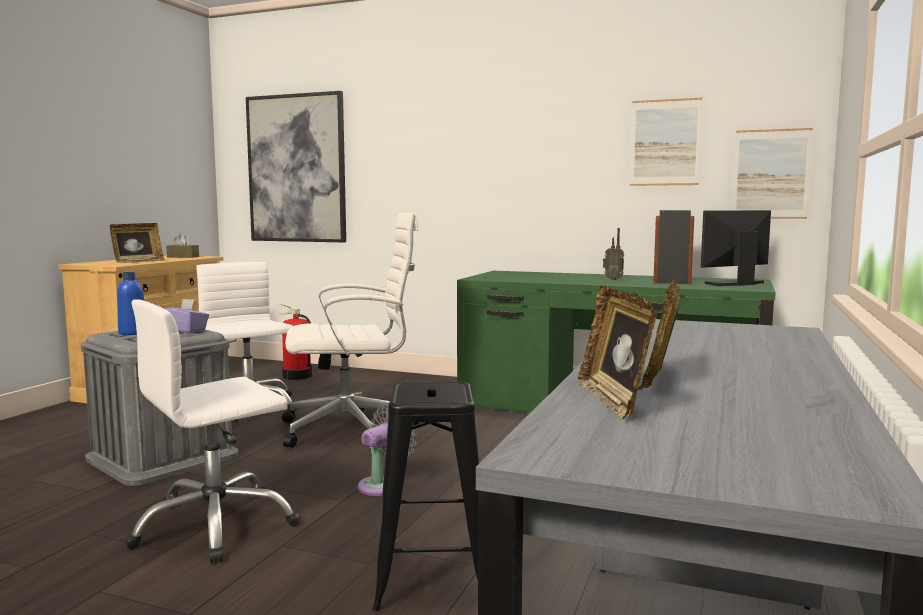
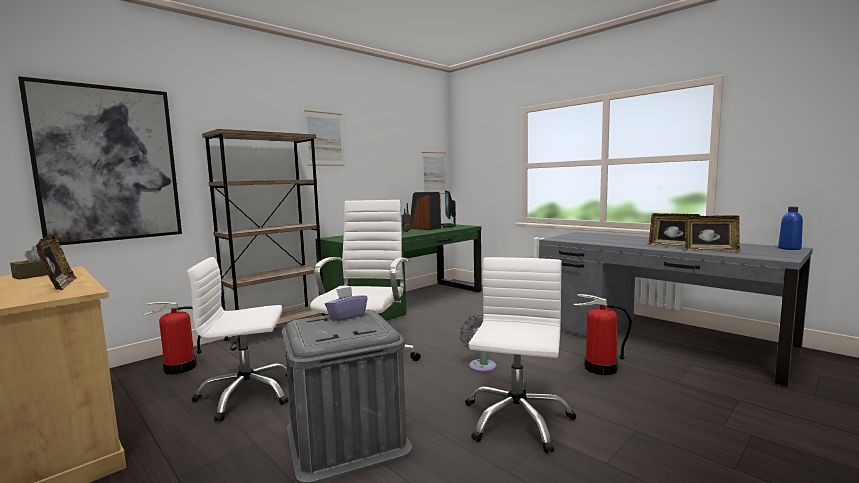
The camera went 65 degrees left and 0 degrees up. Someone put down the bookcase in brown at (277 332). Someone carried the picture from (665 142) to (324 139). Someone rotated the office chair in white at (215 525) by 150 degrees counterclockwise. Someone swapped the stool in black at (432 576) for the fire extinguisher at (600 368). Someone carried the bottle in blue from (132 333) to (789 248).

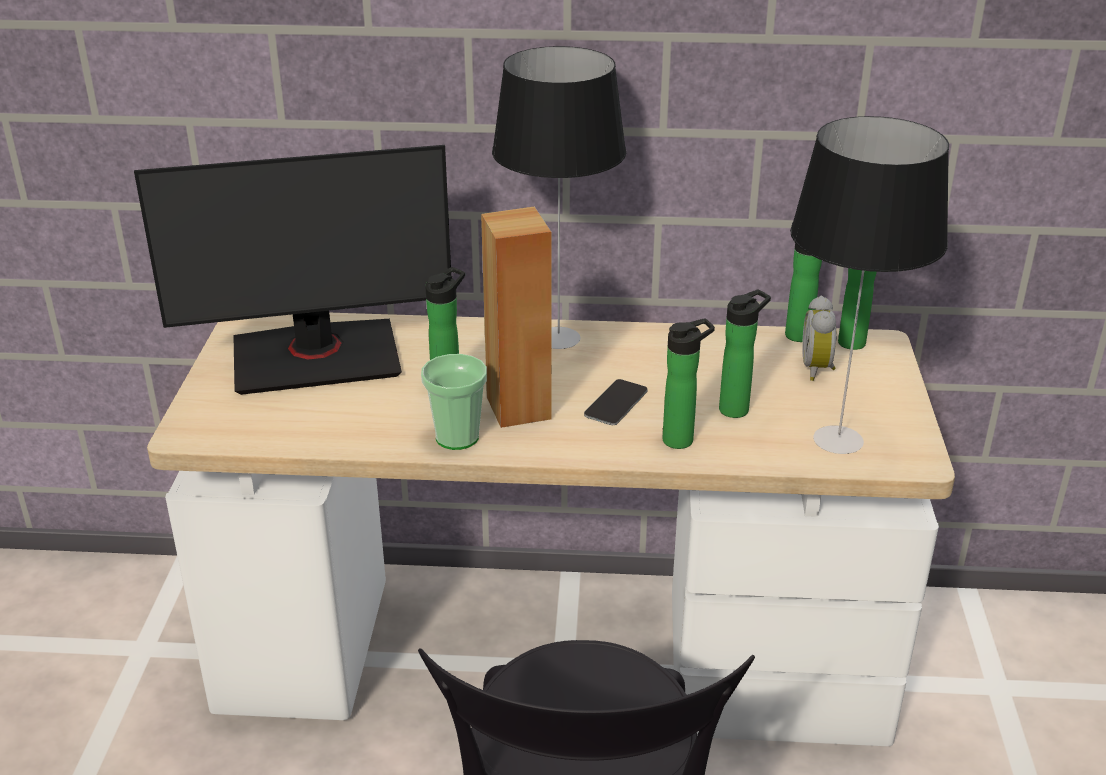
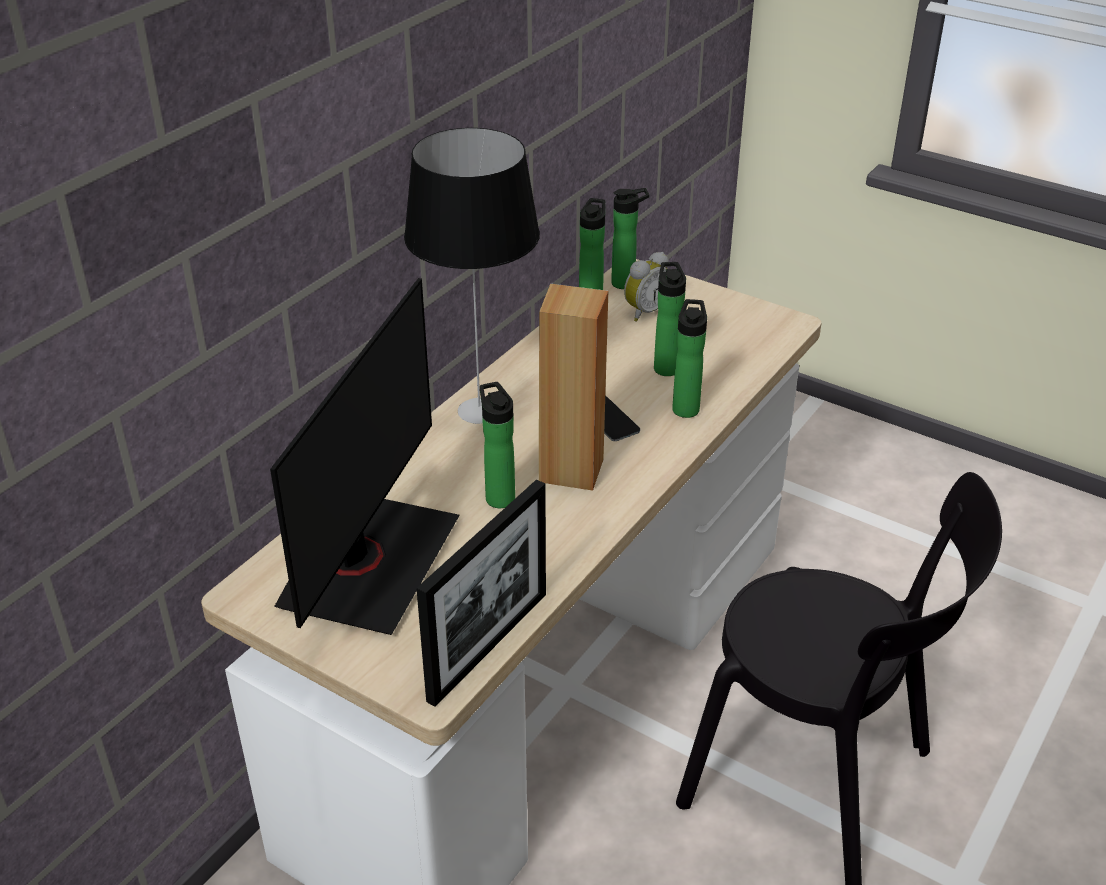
The camera went 60 degrees left and 5 degrees up. Someone put down the picture frame at (488 646). Someone rotated the alarm clock at (818 369) by 75 degrees counterclockwise. Someone took away the cup at (457 437). Someone took away the table lamp at (839 441).

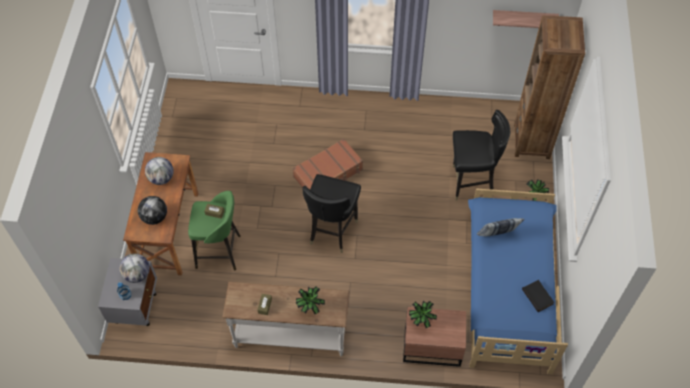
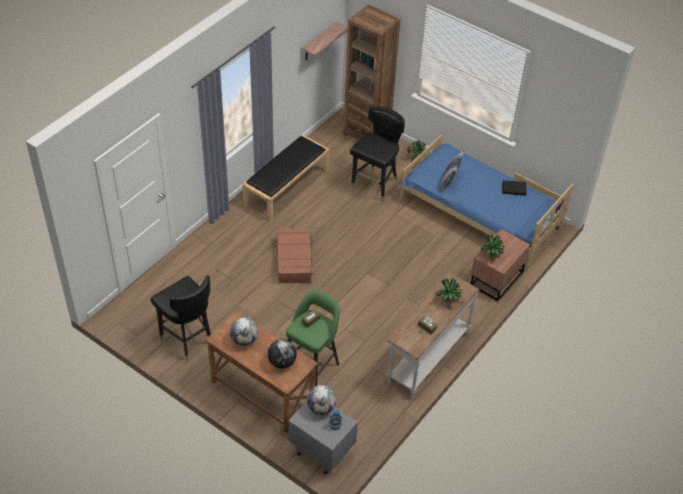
The camera went 60 degrees left and 10 degrees down. Someone carried the chair in black from (332 231) to (187 339). Someone put down the bench in black at (286 187).

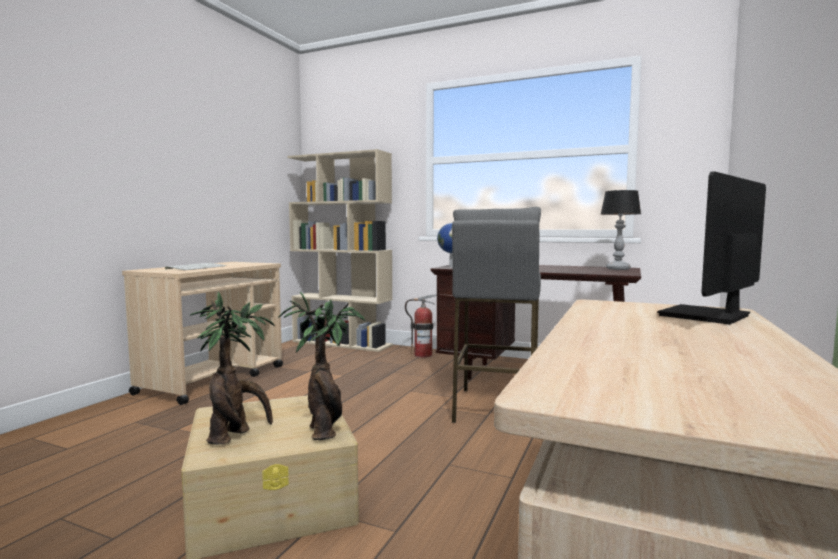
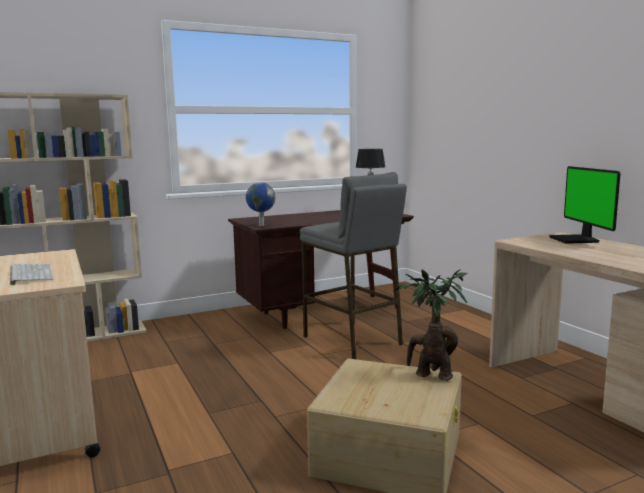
The camera went 50 degrees left and 5 degrees up. Someone took away the potted plant at (236 435). Someone took away the fire extinguisher at (423 355).

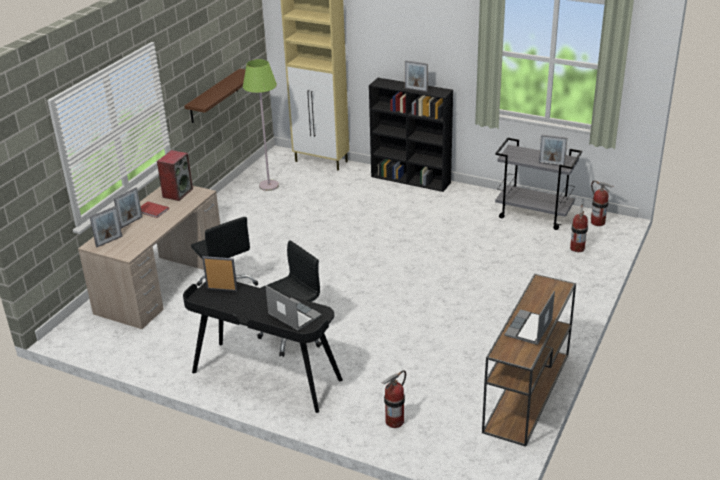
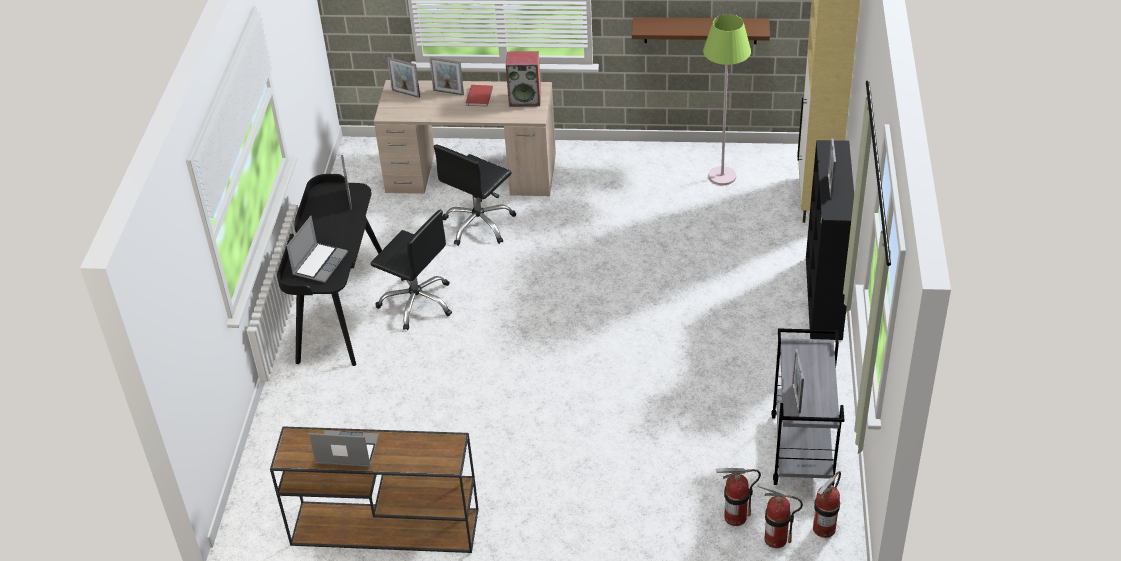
The camera went 70 degrees right and 10 degrees up. Someone carried the fire extinguisher from (394 421) to (775 539).

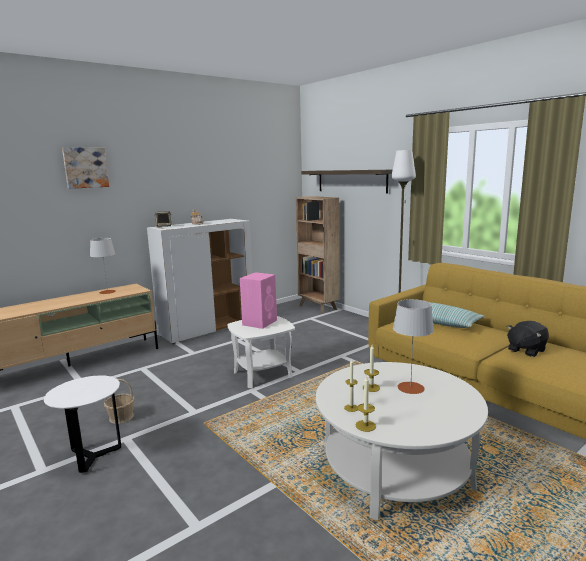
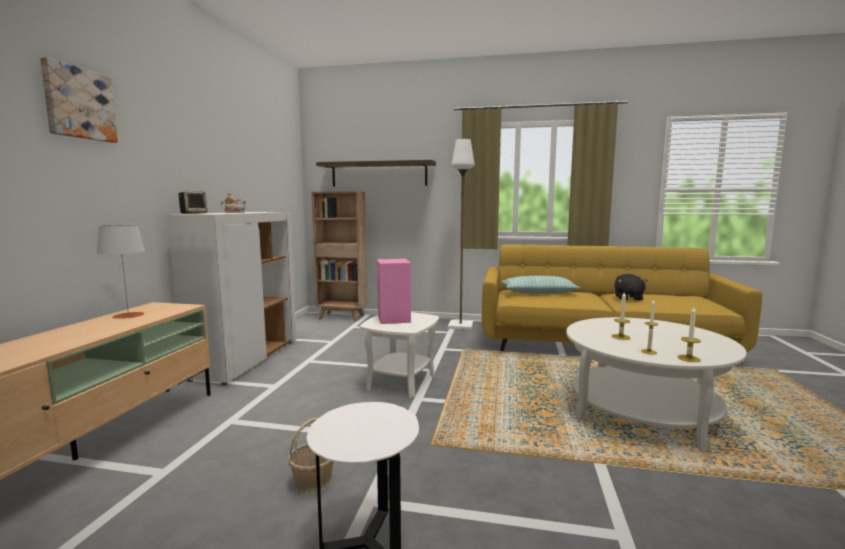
The camera went 40 degrees left and 5 degrees down. Someone took away the table lamp in grey at (410 388).

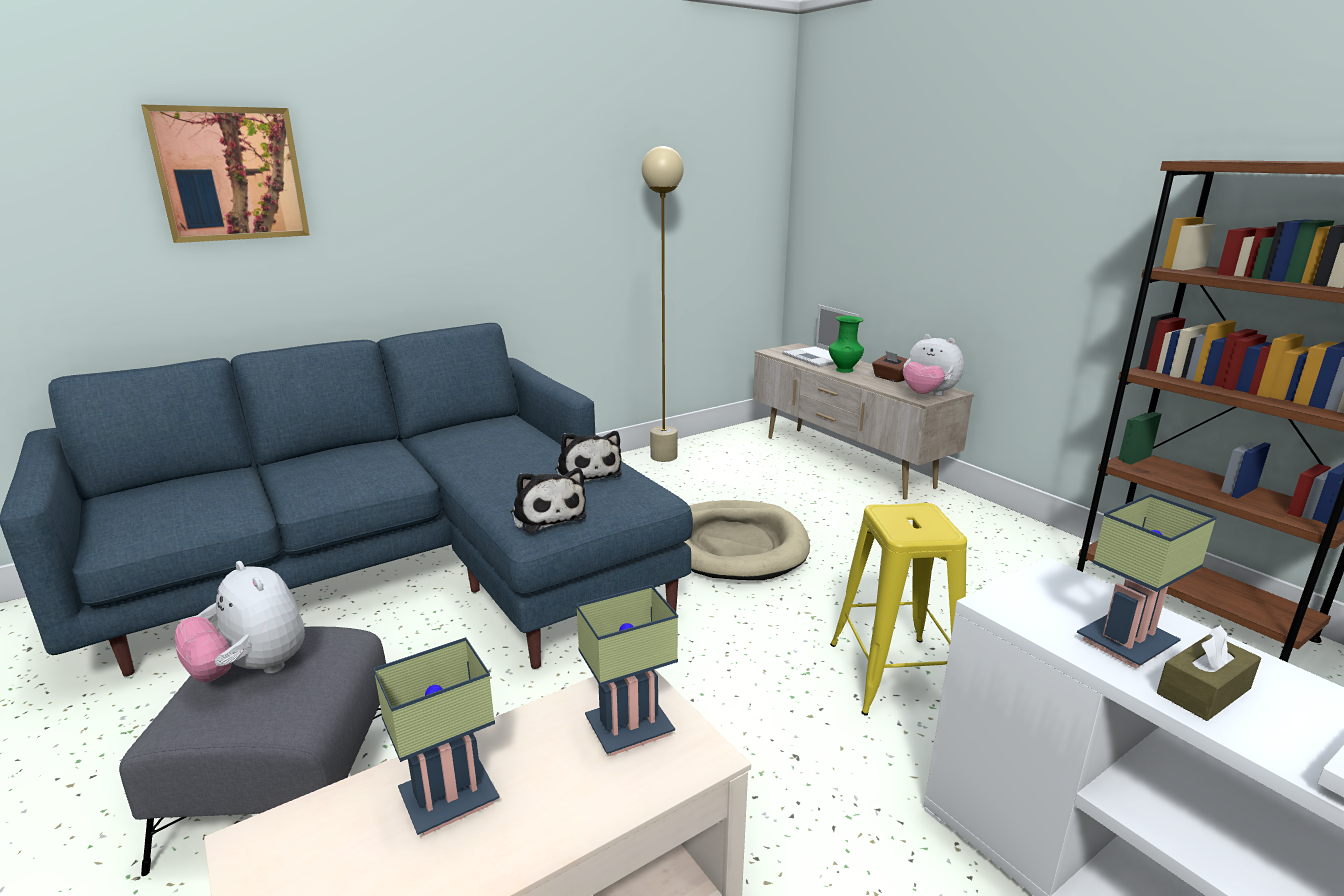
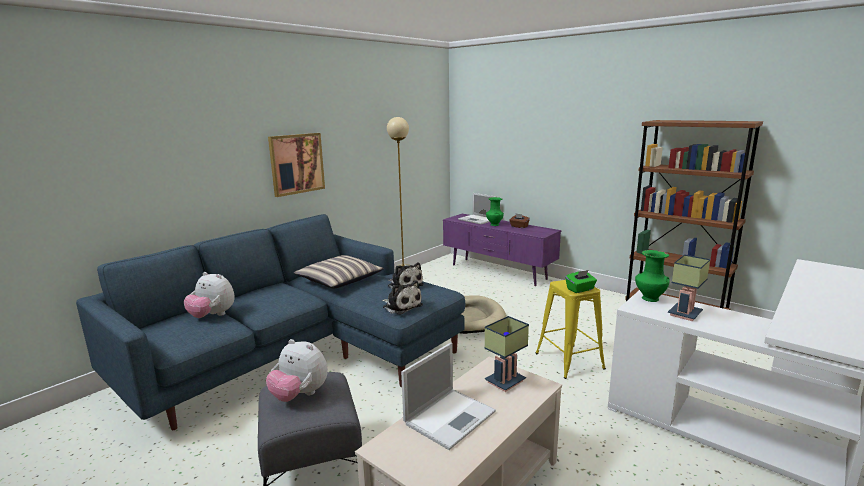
The camera went 15 degrees left and 5 degrees down. Someone carried the plush toy from (928 395) to (212 316). Someone carried the picture from (230 174) to (296 163). Someone put down the pillow at (339 280). Someone swapped the table lamp at (451 795) for the laptop at (450 417). Someone repainted the tv stand in beige at (845 461), which became the tv stand in purple at (497 272). Someone put down the tissue box in green at (580 289). Someone put down the vase in green at (649 298). Someone took away the tissue box in brown at (1203 691).

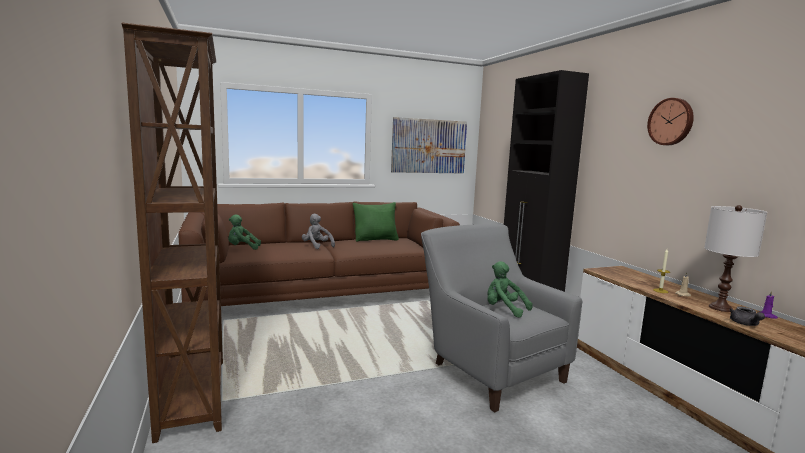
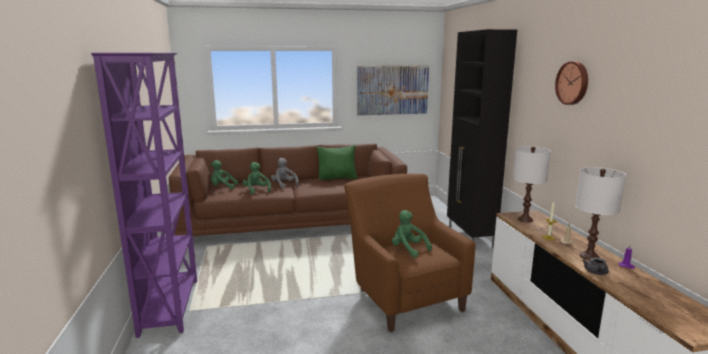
The camera went 10 degrees right and 5 degrees up. Someone repainted the bookcase in brown at (194 396), which became the bookcase in purple at (171 306). Someone put down the plush toy in green at (256 190). Someone repainted the armchair in grey at (487 368), which became the armchair in brown at (402 295). Someone put down the table lamp in white at (525 219).

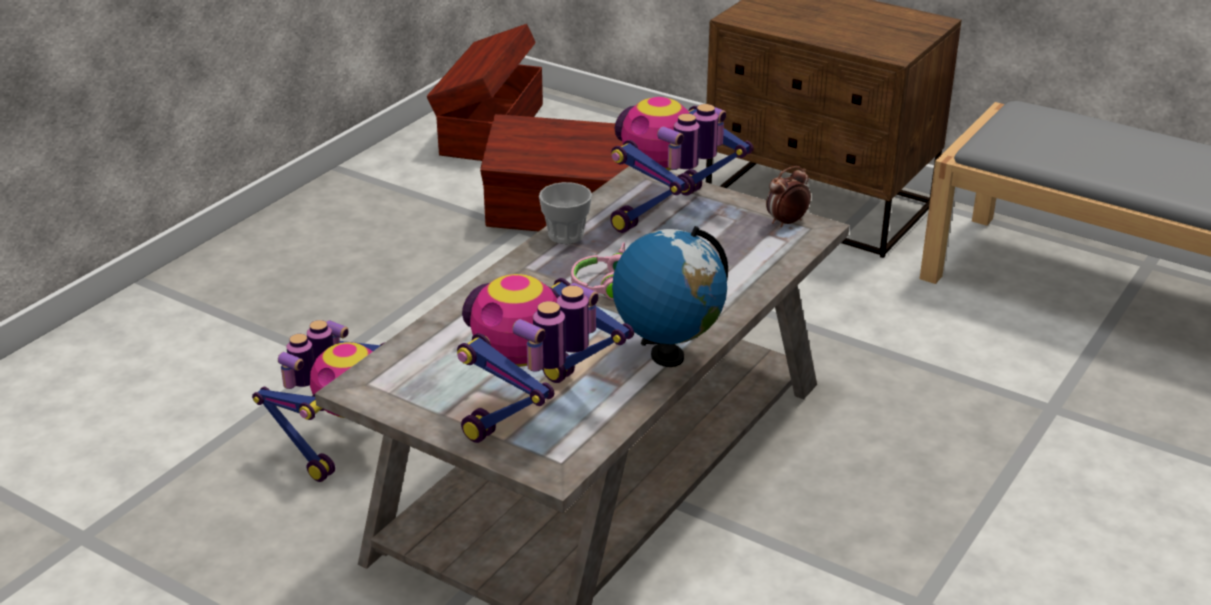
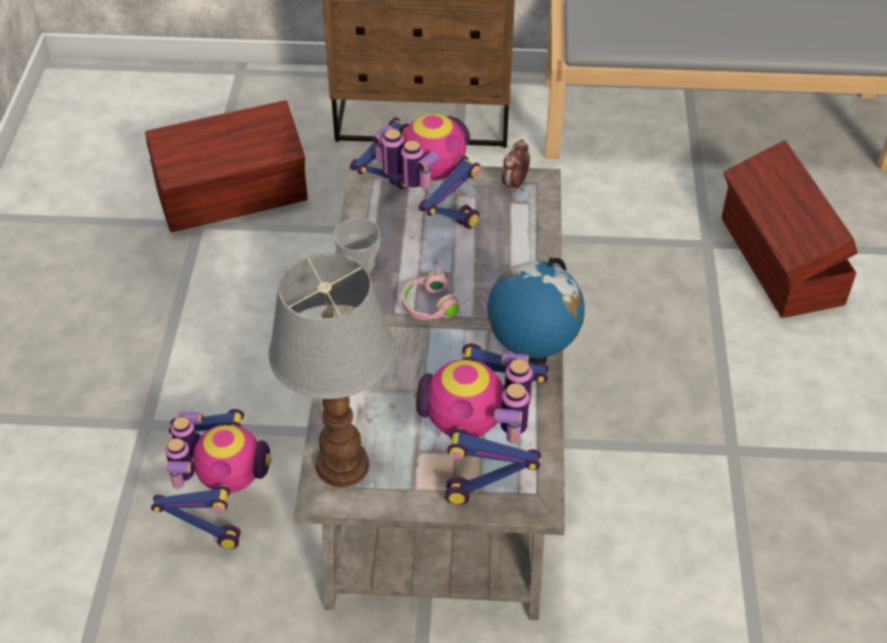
The camera went 30 degrees left and 15 degrees up. Someone put down the table lamp at (343 463). Someone rotated the toy robot at (669 216) by 120 degrees clockwise. Someone carried the storage box in brown from (489 130) to (779 262).

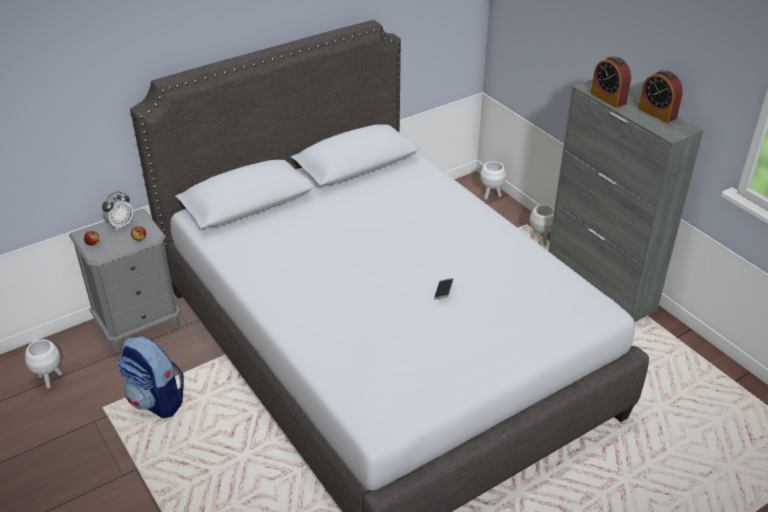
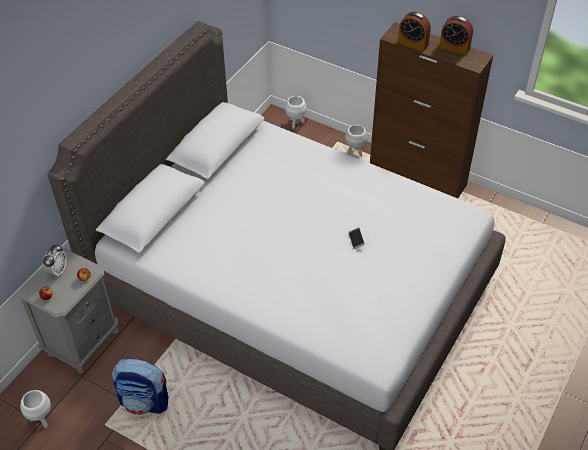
The camera went 25 degrees left and 10 degrees up. Someone repainted the cabinet in grey at (600 285), which became the cabinet in brown at (418 177).

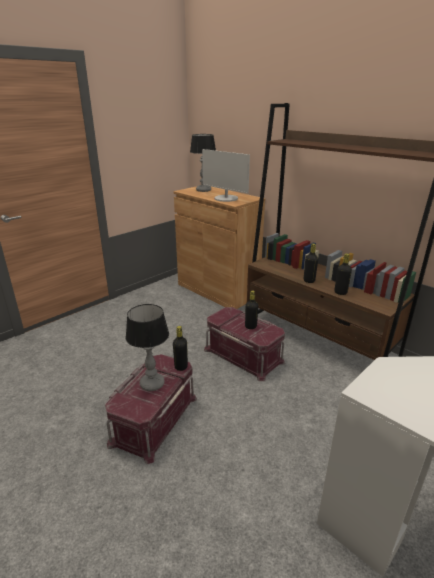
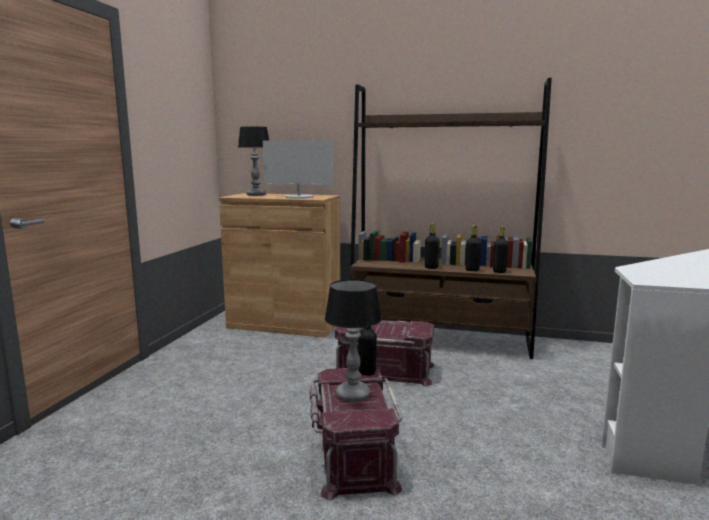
The camera went 30 degrees left and 15 degrees down. Someone carried the bottle in black from (250 326) to (499 271).

